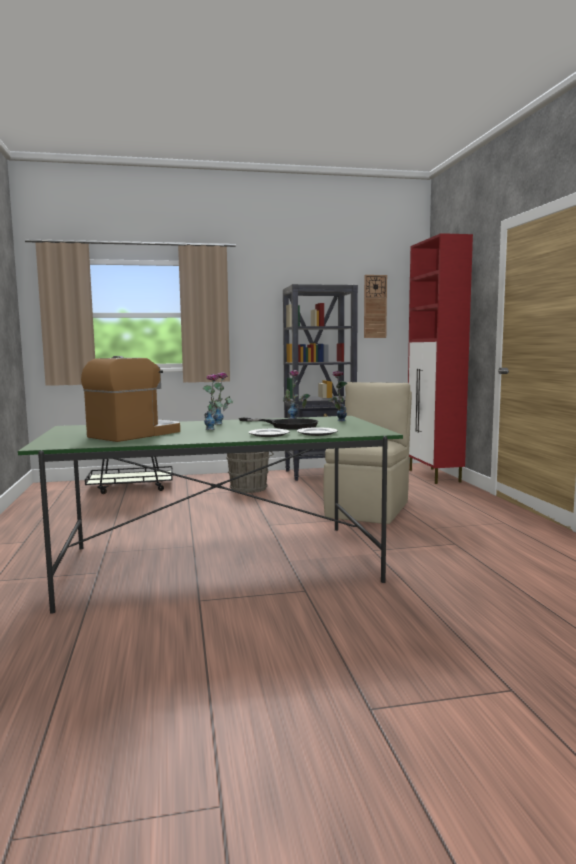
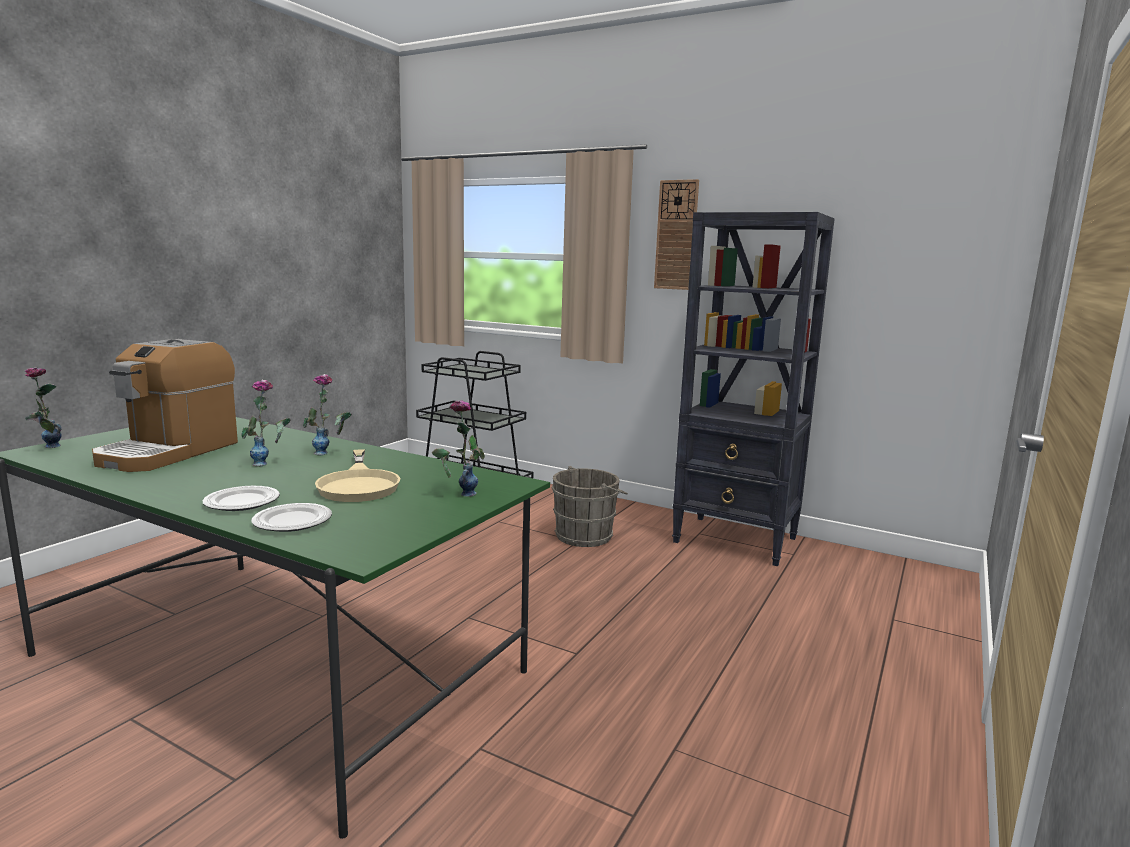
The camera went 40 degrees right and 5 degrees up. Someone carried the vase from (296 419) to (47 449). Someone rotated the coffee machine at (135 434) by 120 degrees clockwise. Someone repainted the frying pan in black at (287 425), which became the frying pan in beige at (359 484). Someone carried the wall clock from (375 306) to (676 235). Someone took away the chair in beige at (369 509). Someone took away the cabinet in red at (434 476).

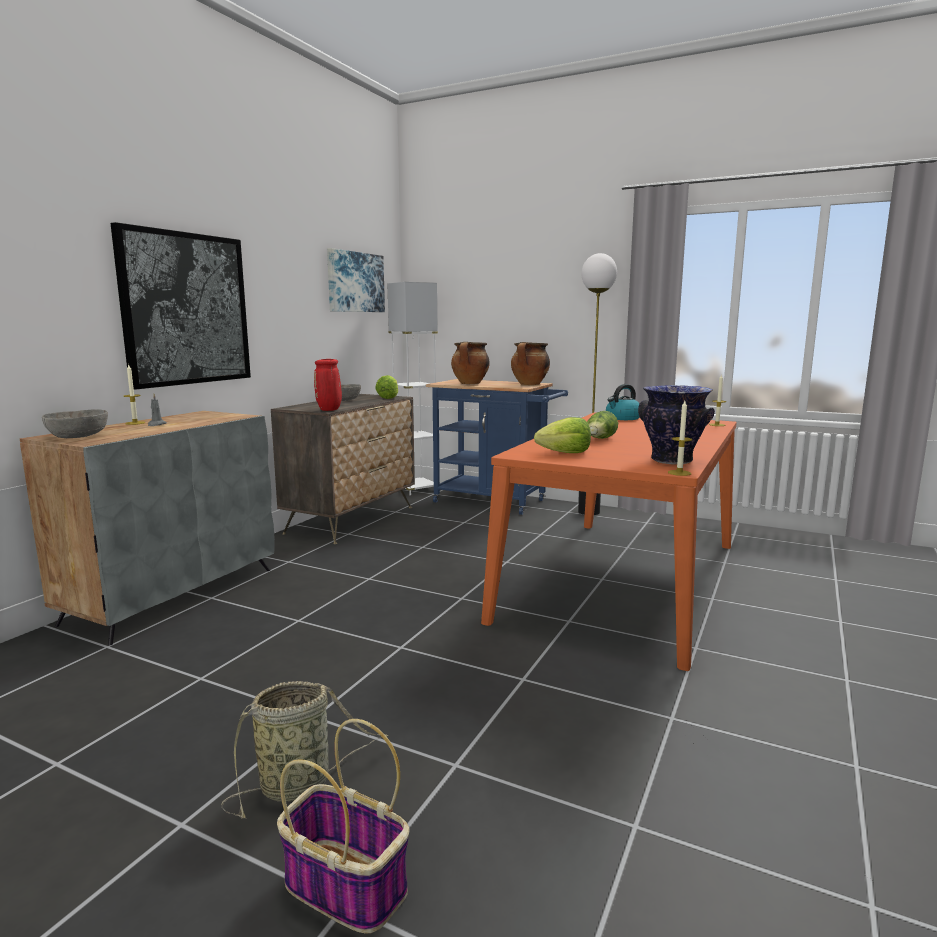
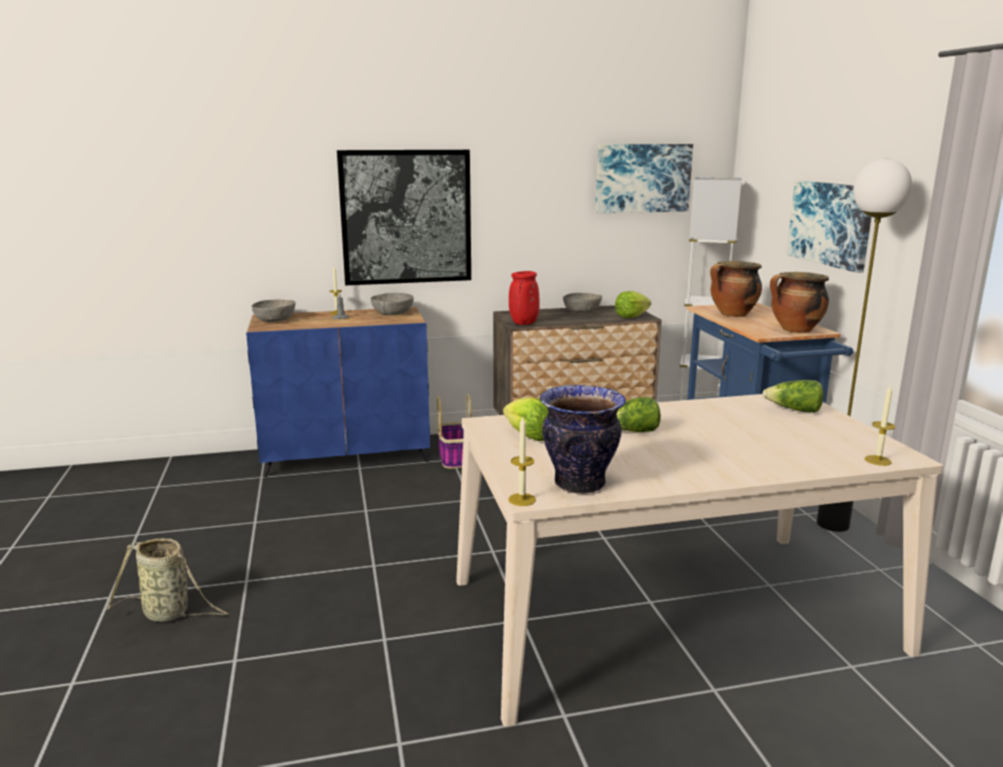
The camera went 50 degrees right and 5 degrees up. Someone repainted the cabinet in grey at (173 595), which became the cabinet in blue at (347 456). Someone put down the bowl in grey at (392 313). Someone carried the basket from (343 886) to (454 458). Someone repainted the dining table in orange at (623 579), which became the dining table in beige at (670 615). Someone swapped the kettle at (623 418) for the lettuce at (794 410). Someone put up the picture at (831 223).

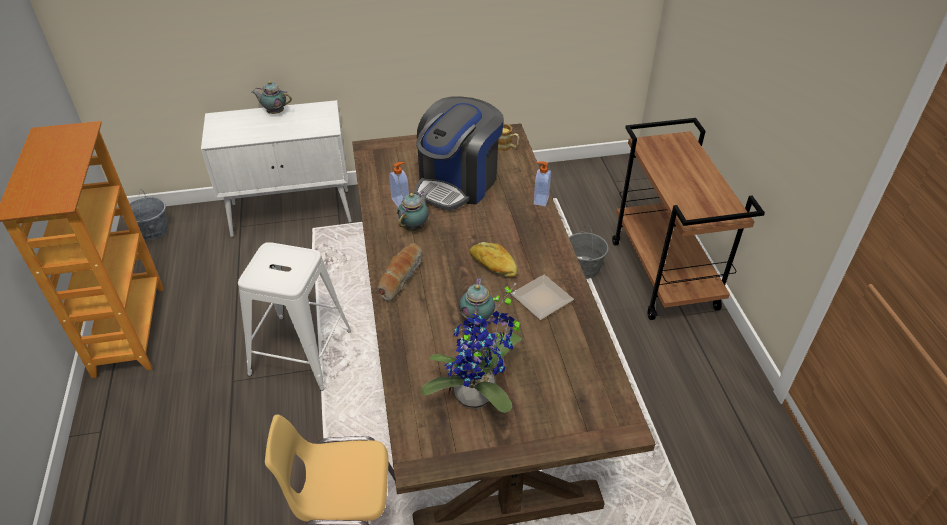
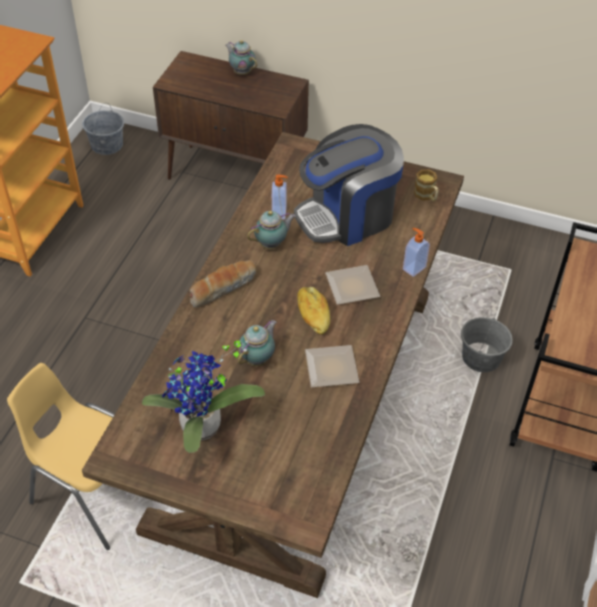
The camera went 30 degrees right and 5 degrees up. Someone repainted the cabinet in white at (292 213), which became the cabinet in brown at (237 177). Someone put down the plate at (354 288). Someone took away the stool in white at (300 352).

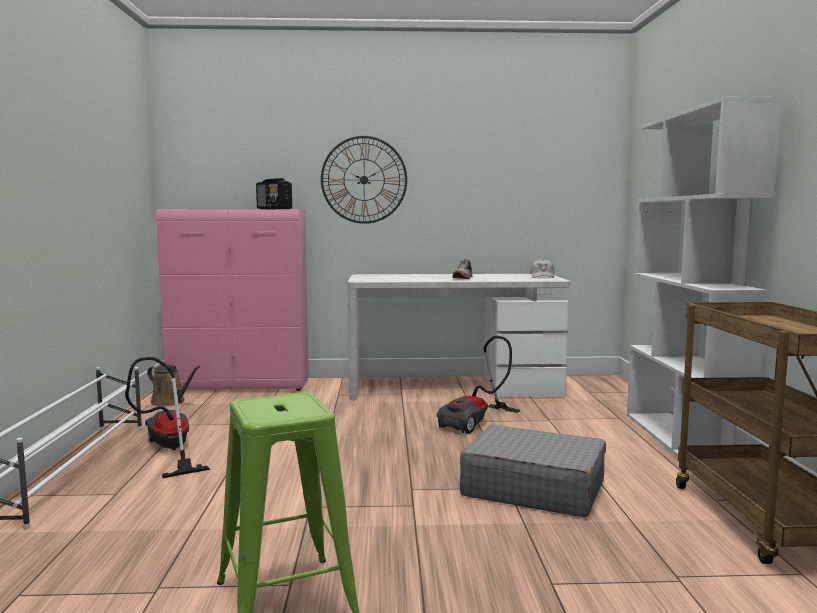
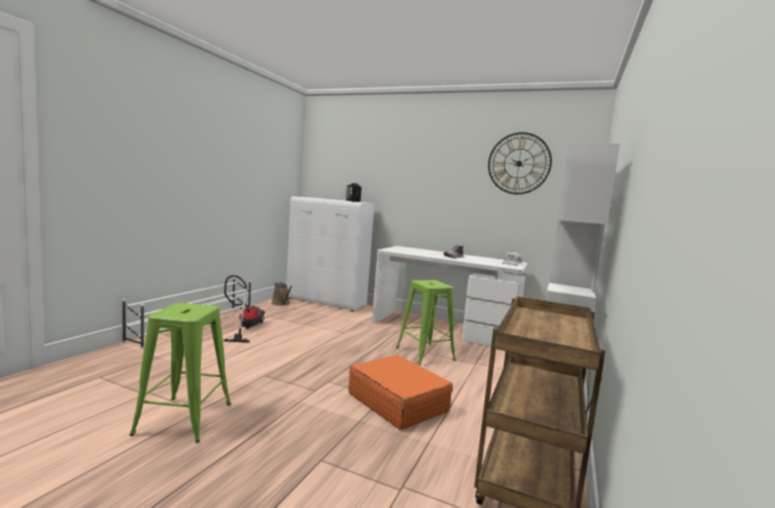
The camera went 25 degrees right and 0 degrees up. Someone repainted the cabinet in pink at (241 386), which became the cabinet in white at (326 302). Someone repainted the suitcase in grey at (533 488), which became the suitcase in orange at (397 402). Someone swapped the vacuum cleaner at (477 423) for the stool in green at (425 354). Someone carried the wall clock from (364 180) to (519 163).

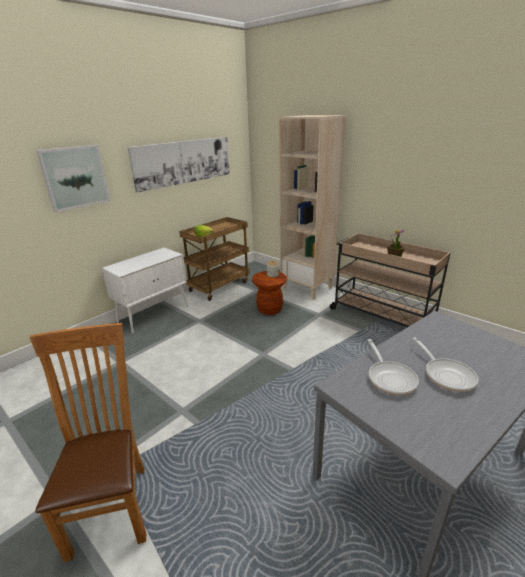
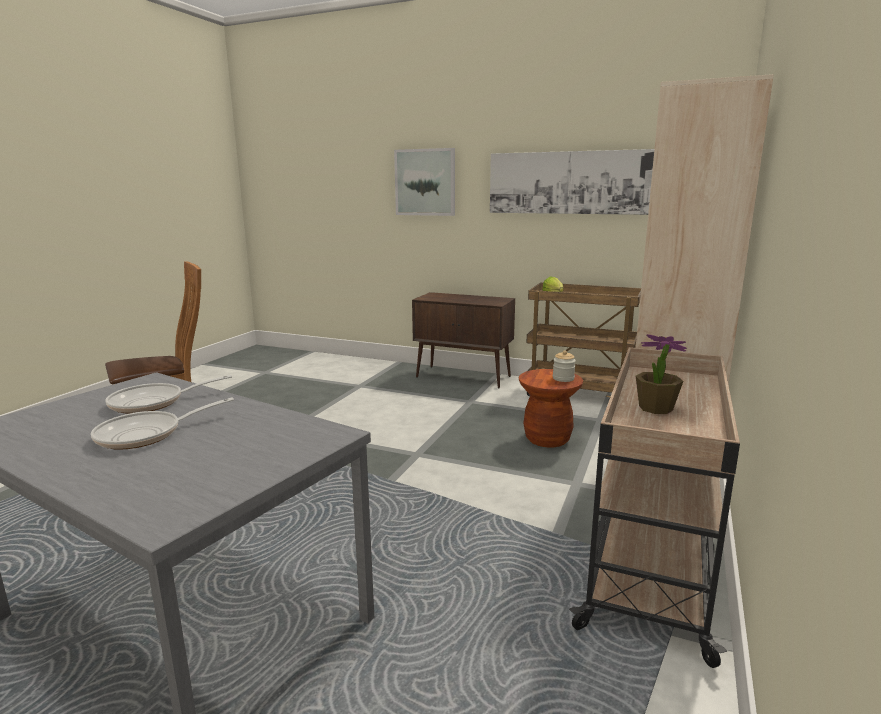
The camera went 70 degrees right and 10 degrees down. Someone repainted the cabinet in white at (154 314), which became the cabinet in brown at (464 377).

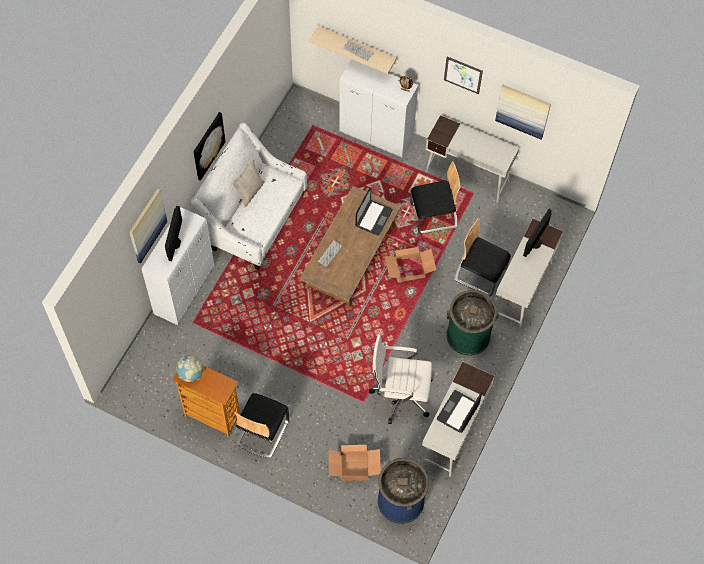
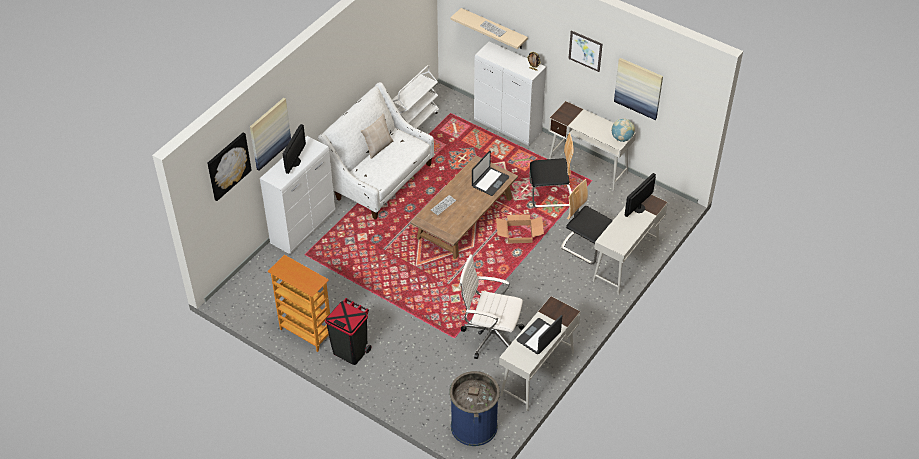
The camera went 10 degrees right and 15 degrees down. Someone carried the picture from (208 145) to (228 166). Someone swapped the chair at (262 432) for the trash can in black at (350 351). Someone put down the cart in white at (415 122). Someone carried the globe from (191 373) to (622 138). Someone took away the cardboard box at (353 467). Someone took away the trash can in green at (468 335).

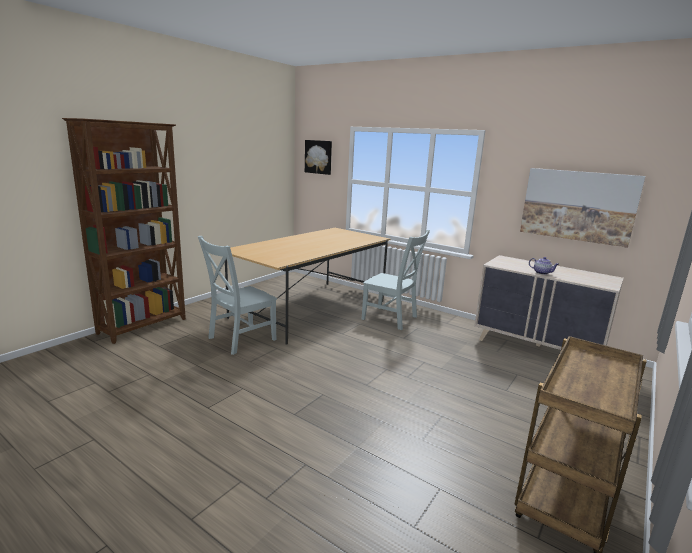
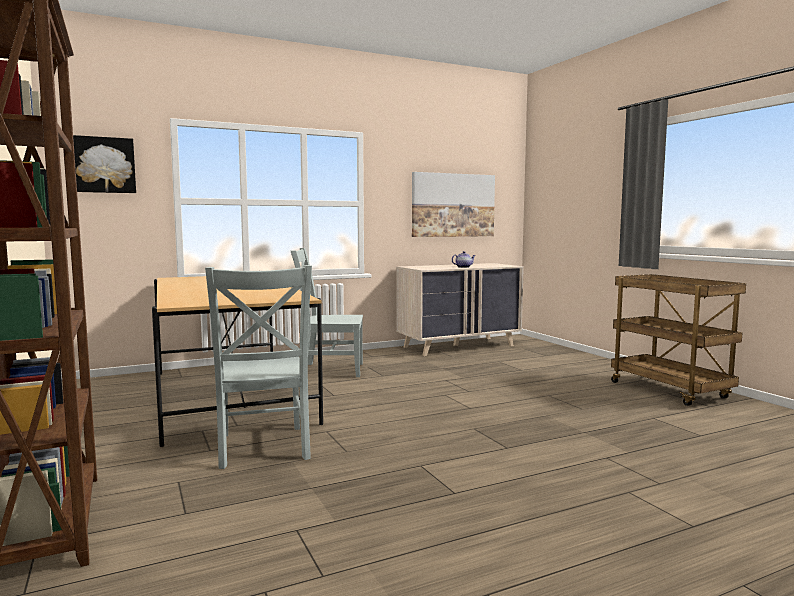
The camera went 60 degrees left and 10 degrees down. Someone rotated the chair in grey at (391 319) by 150 degrees counterclockwise.

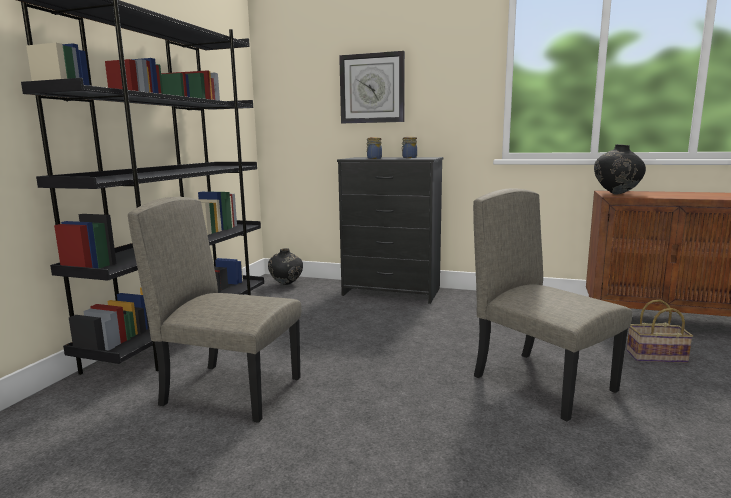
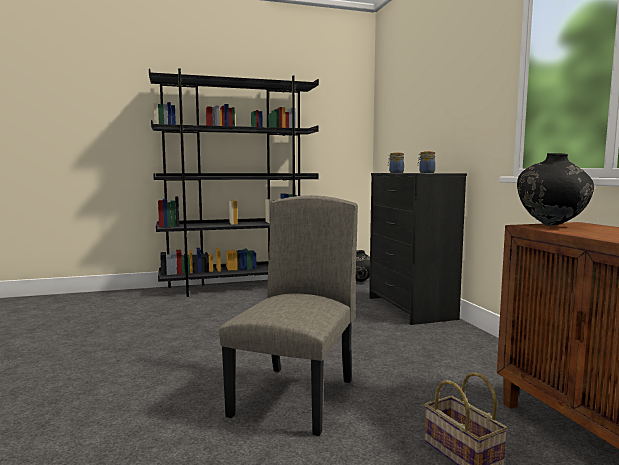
The camera went 55 degrees right and 5 degrees down. Someone took away the chair in beige at (233 390). Someone took away the wall clock at (372 88).

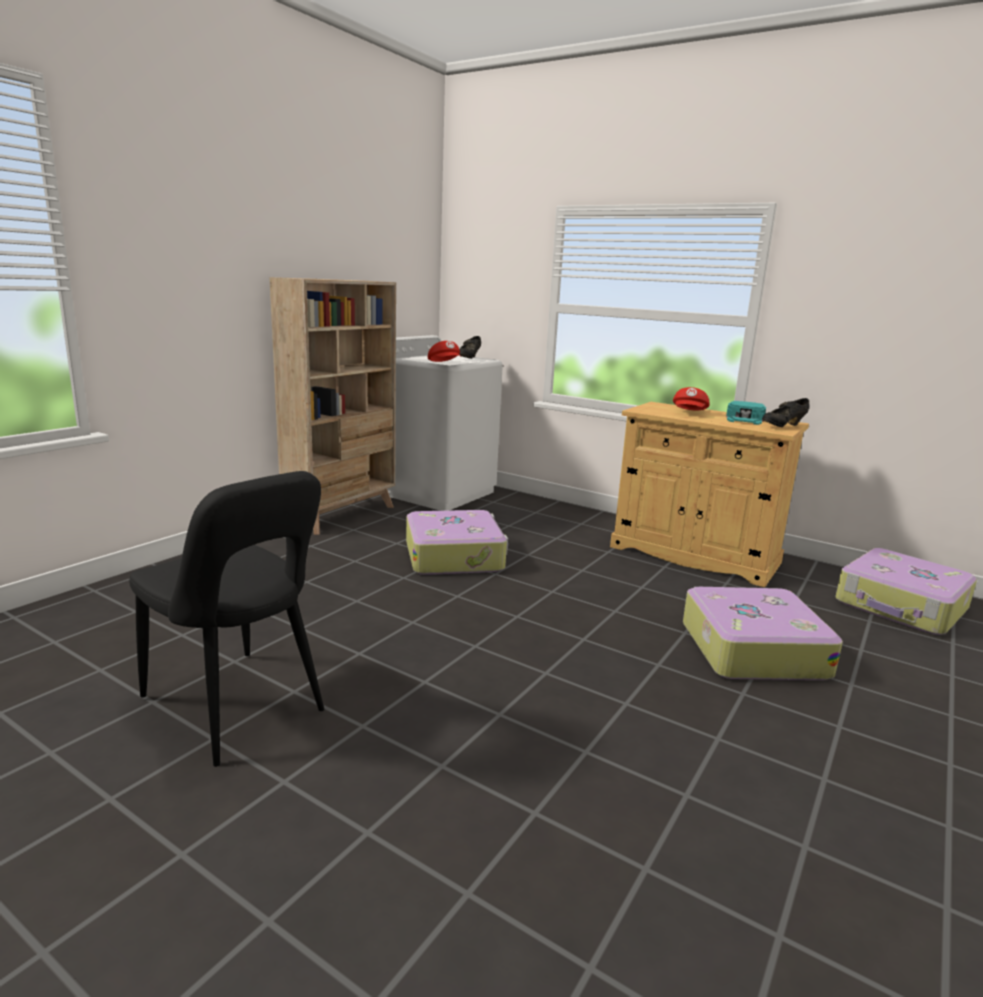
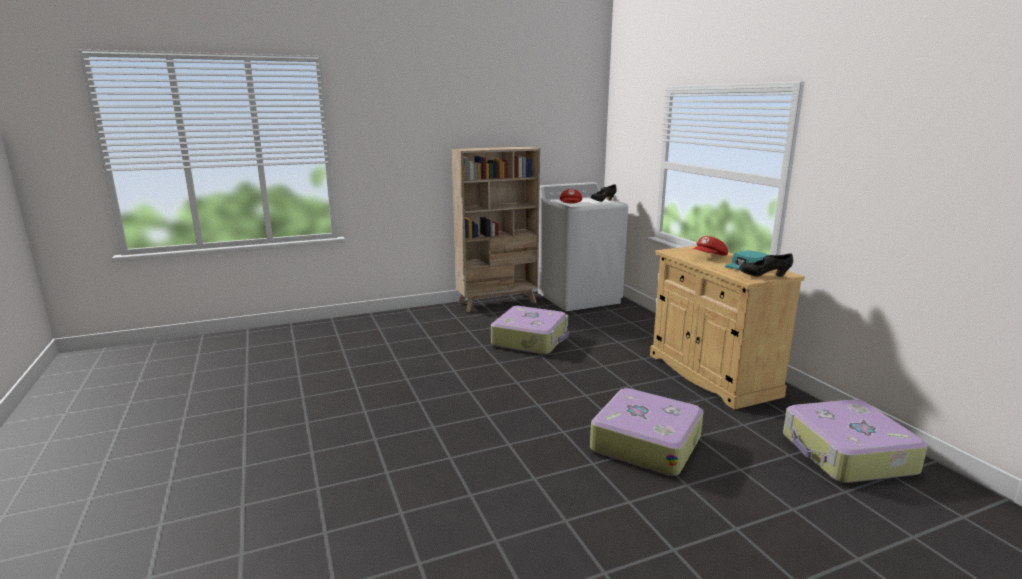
The camera went 35 degrees right and 0 degrees up. Someone took away the chair in black at (237 708).

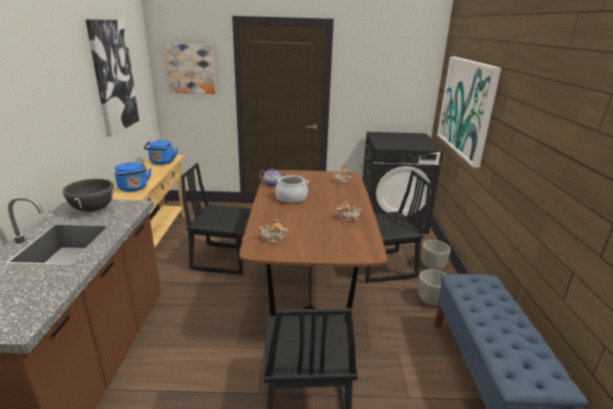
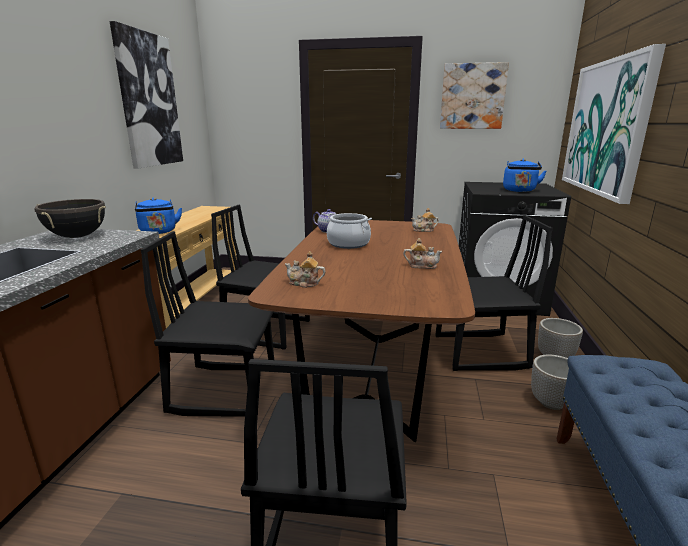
The camera went 10 degrees right and 5 degrees down. Someone put down the chair in black at (224 389). Someone carried the picture from (191 68) to (472 96). Someone carried the kettle in blue from (162 163) to (519 191).

